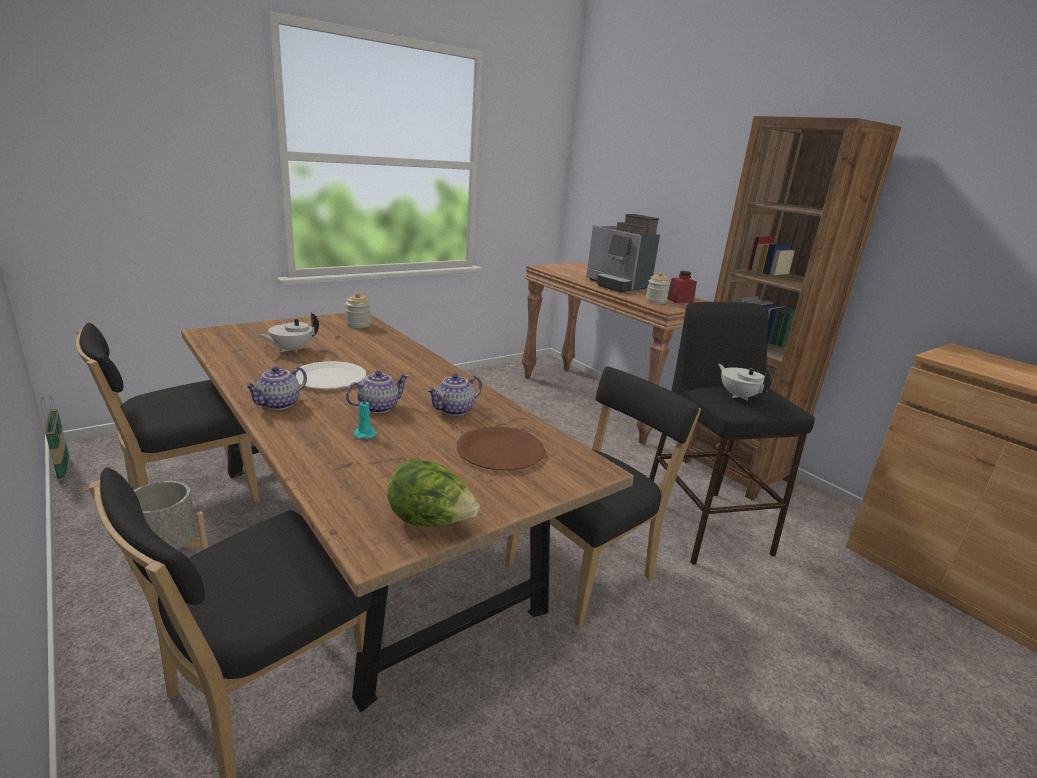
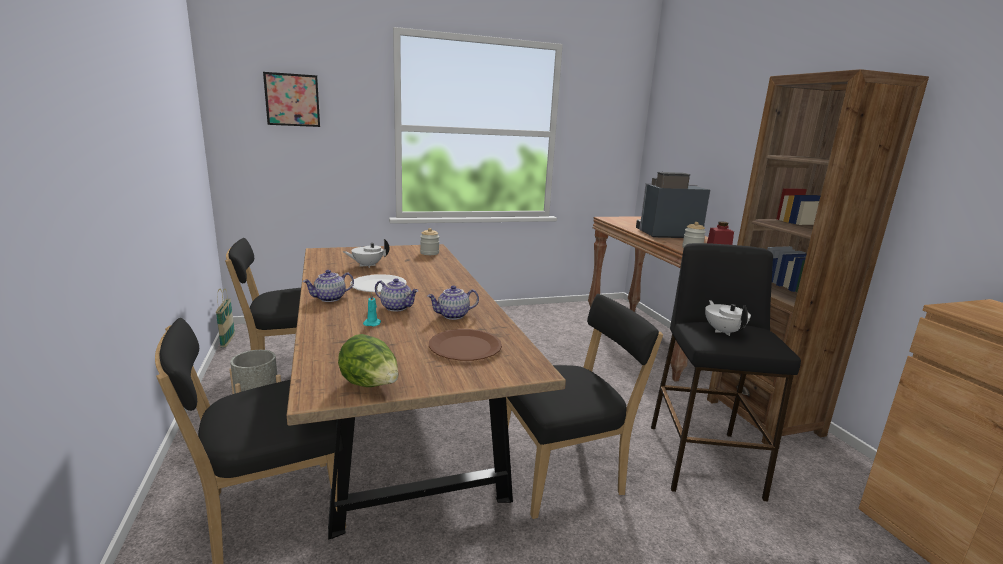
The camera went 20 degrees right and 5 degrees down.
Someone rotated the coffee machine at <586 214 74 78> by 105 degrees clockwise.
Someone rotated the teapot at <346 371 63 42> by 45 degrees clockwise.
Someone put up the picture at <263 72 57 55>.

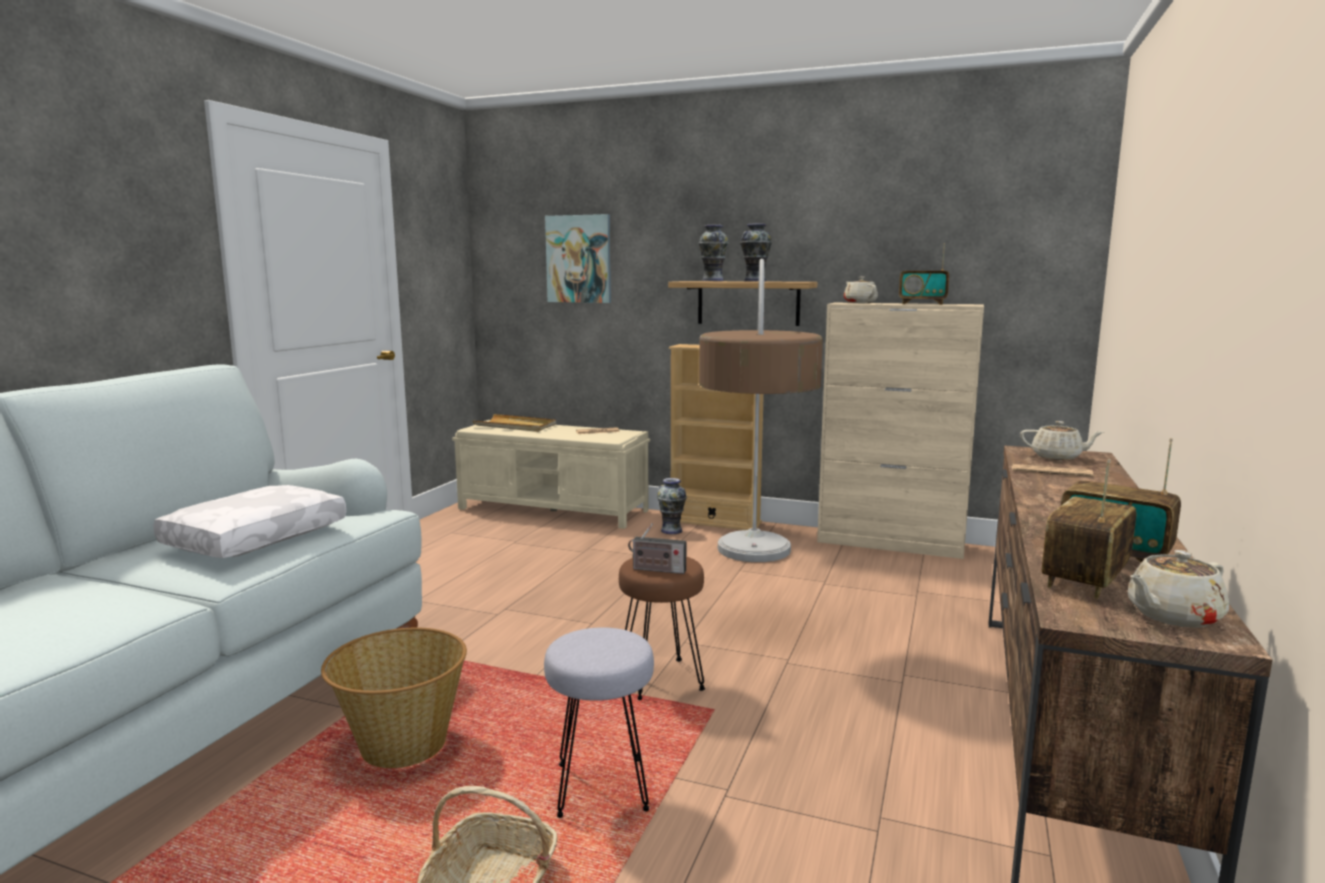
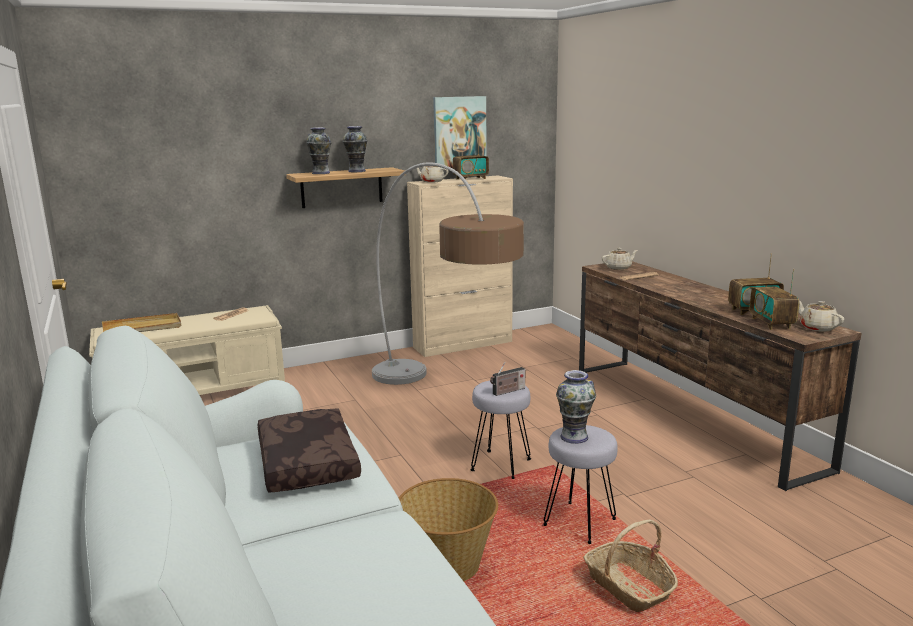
The camera went 45 degrees left and 5 degrees up.
Someone carried the picture from <545 214 66 89> to <433 96 54 73>.
Someone took away the beige bookcase at <669 344 95 186>.
Someone carried the vase from <657 478 30 56> to <556 370 40 74>.
Someone repainted the white pillow at <153 485 193 73>, which became the brown pillow at <258 409 103 84>.
Someone rotated the beige teapot at <1128 550 101 78> by 135 degrees clockwise.
Someone repainted the brown stool at <619 556 86 144>, which became the grey stool at <470 380 61 99>.

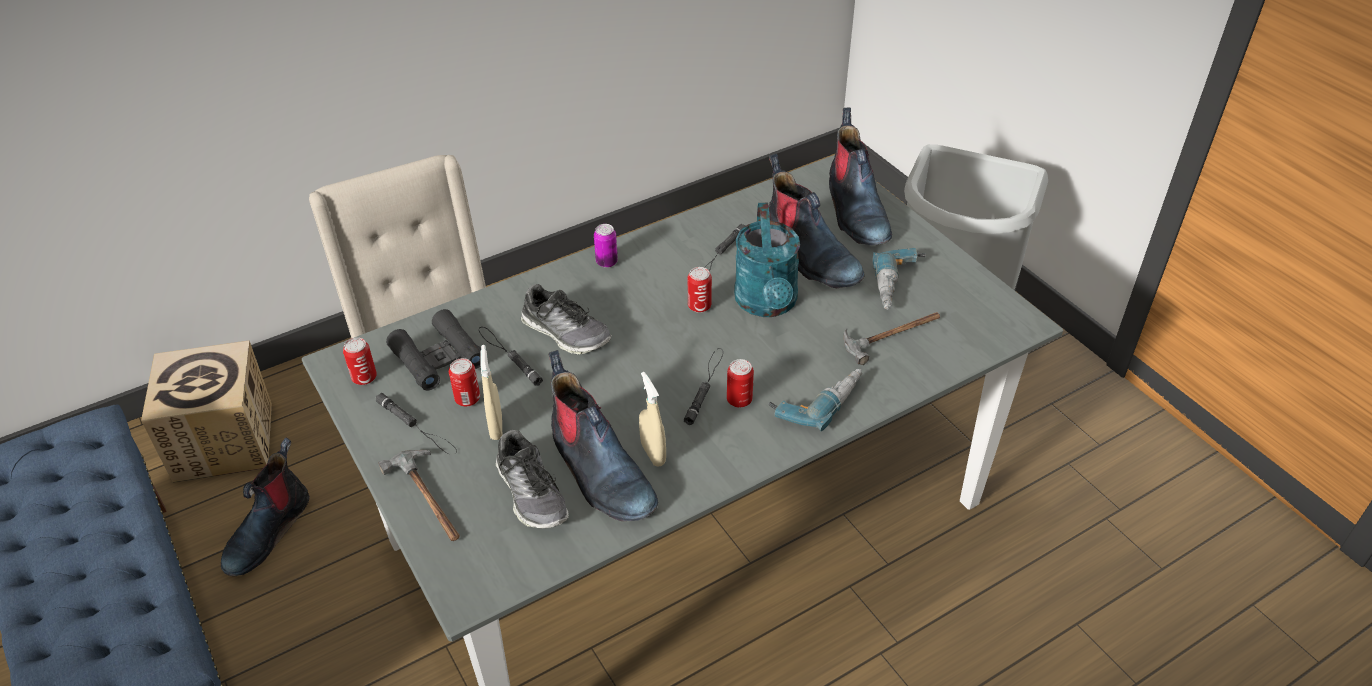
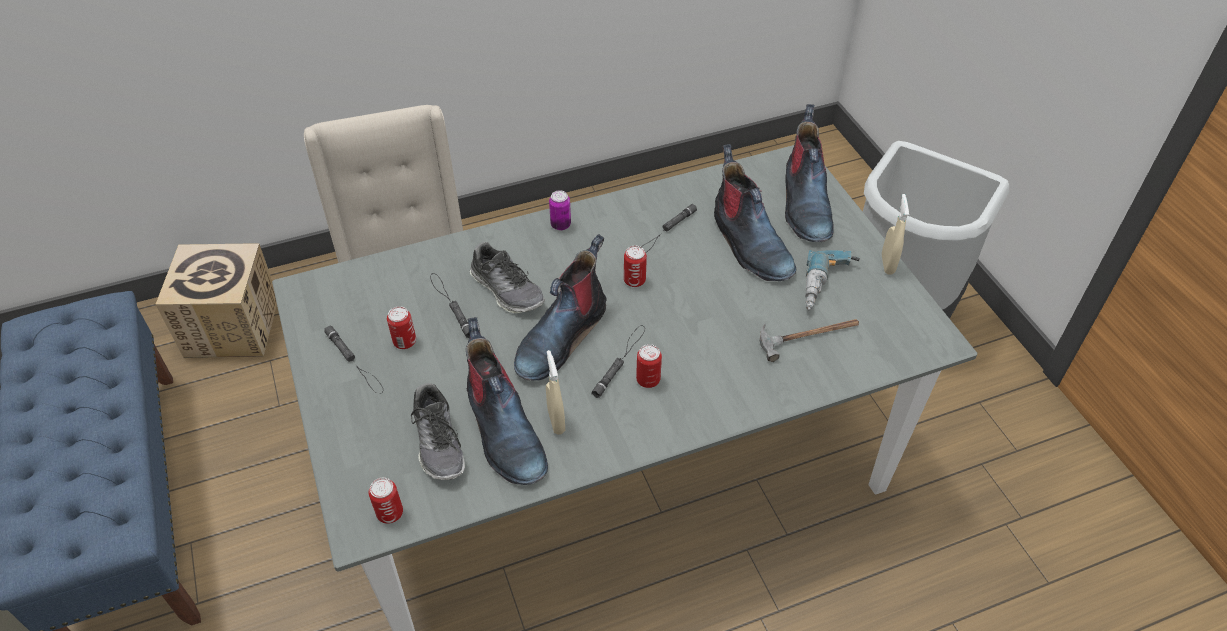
The camera went 10 degrees right and 5 degrees up.
Someone took away the turquoise watering can at <734 203 66 114>.
Someone took away the black binoculars at <386 309 95 81>.
Someone carried the can from <343 337 34 48> to <369 478 34 46>.
Someone carried the beige spray bottle from <480 345 22 95> to <882 194 27 81>.
Someone took away the power drill at <768 369 94 62>.
Someone carried the boot from <221 437 89 139> to <514 234 93 147>.
Someone took away the hammer at <378 450 82 91>.

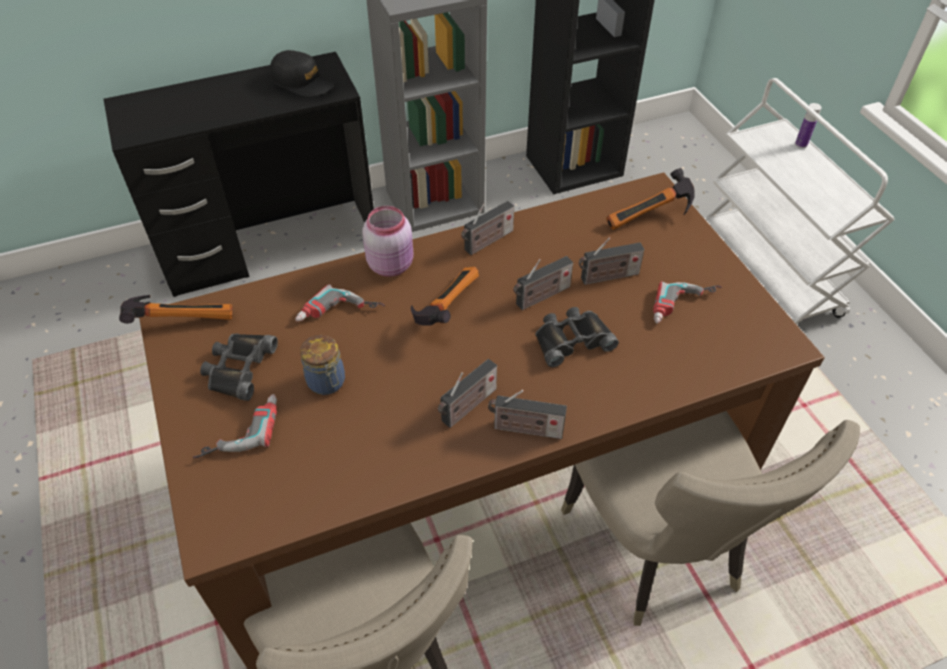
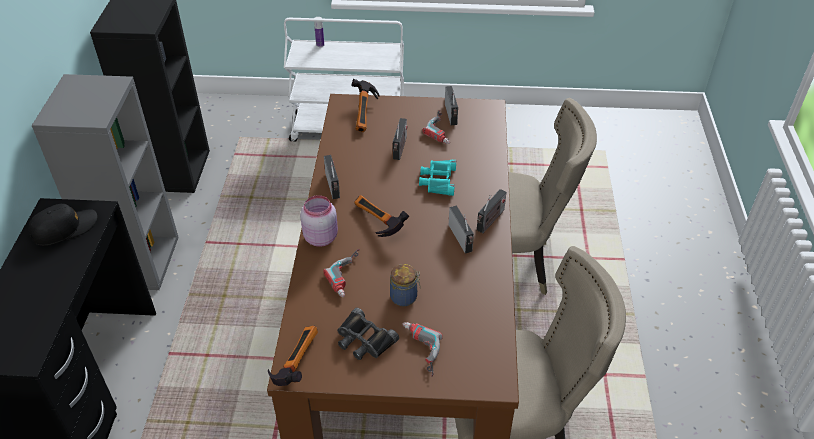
The camera went 65 degrees left and 5 degrees down.
Someone carried the radio from <513 256 60 54> to <445 86 13 39>.
Someone repainted the black binoculars at <535 307 84 60>, which became the turquoise binoculars at <419 160 37 36>.

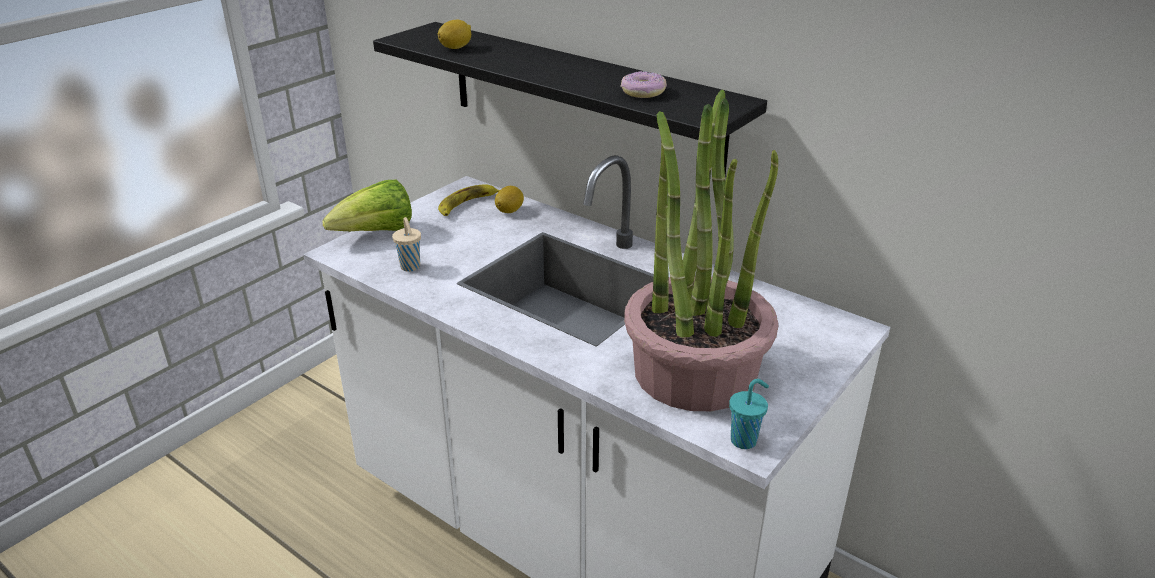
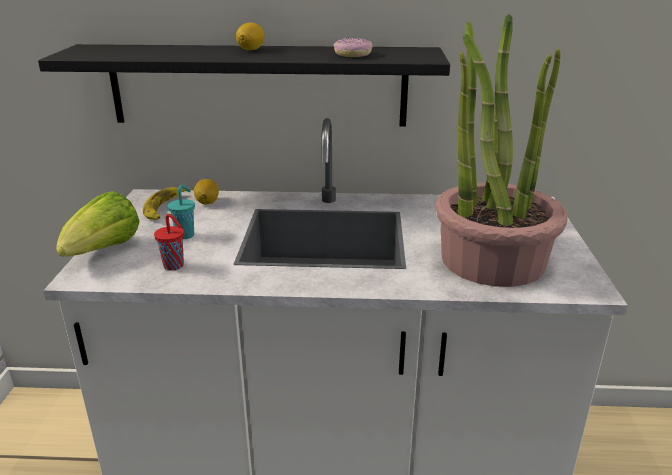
The camera went 35 degrees left and 5 degrees down.
Someone carried the lemon from <438 20 33 29> to <236 23 29 28>.
Someone repainted the beige cup at <392 217 29 55>, which became the red cup at <154 214 30 57>.
Someone carried the turquoise cup from <729 379 40 70> to <168 185 27 54>.

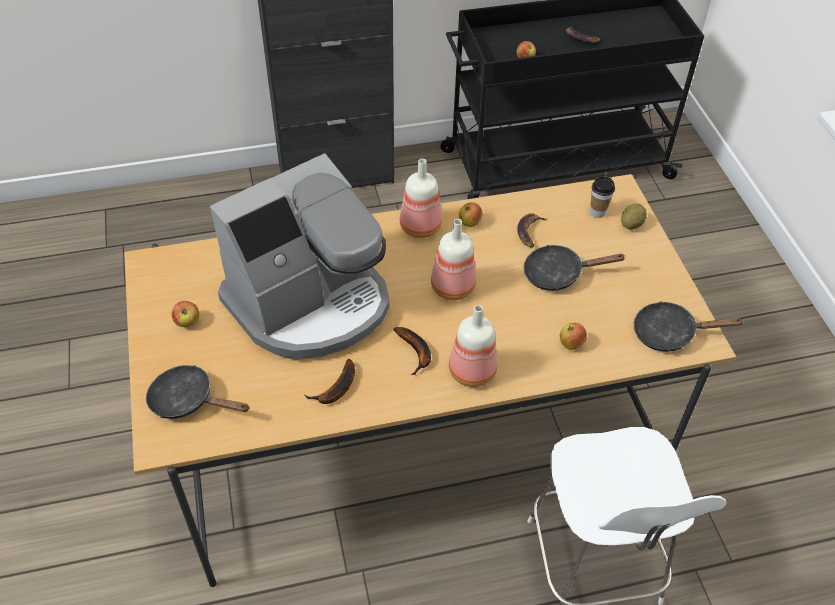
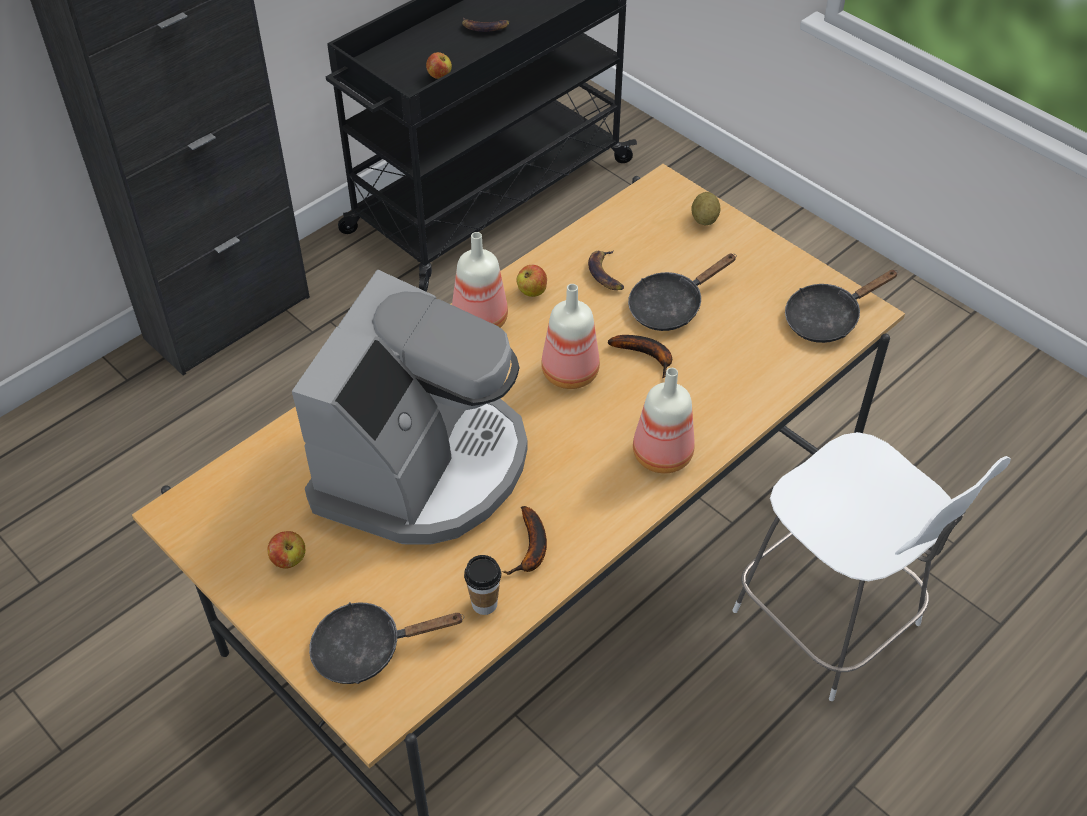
The camera went 30 degrees left and 0 degrees up.
Someone carried the cup from <590 176 25 42> to <464 555 37 60>.
Someone took away the apple at <560 323 27 27>.
Someone carried the banana from <393 327 38 48> to <608 335 64 43>.

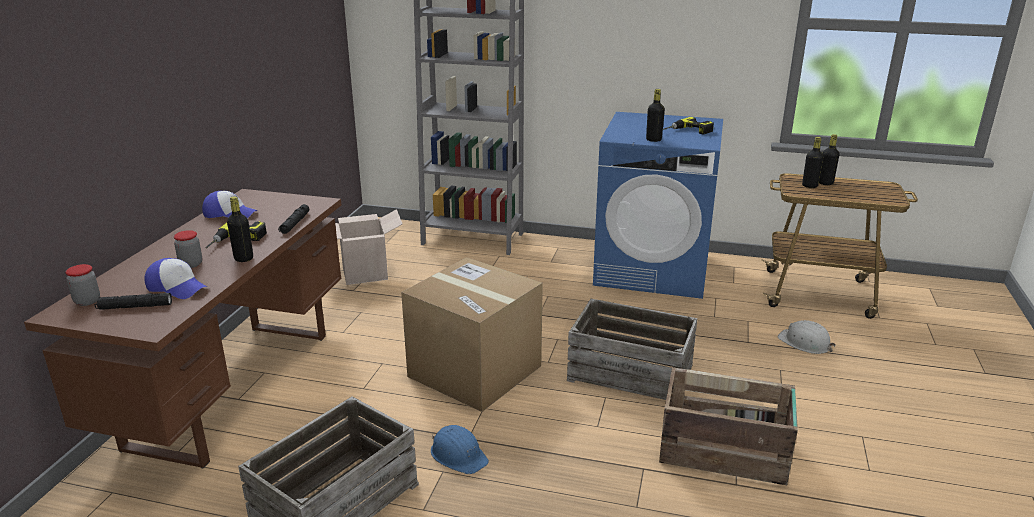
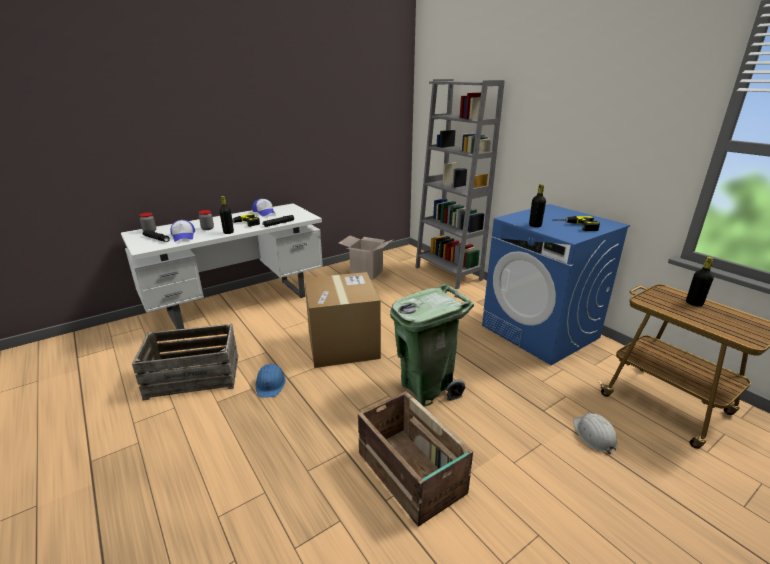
The camera went 40 degrees right and 0 degrees up.
Someone took away the black bottle at <802 137 22 51>.
Someone repainted the brown desk at <24 189 317 280>, which became the white desk at <121 203 202 126>.
Someone swapped the crate at <567 299 131 101> for the green trash can at <390 284 84 123>.

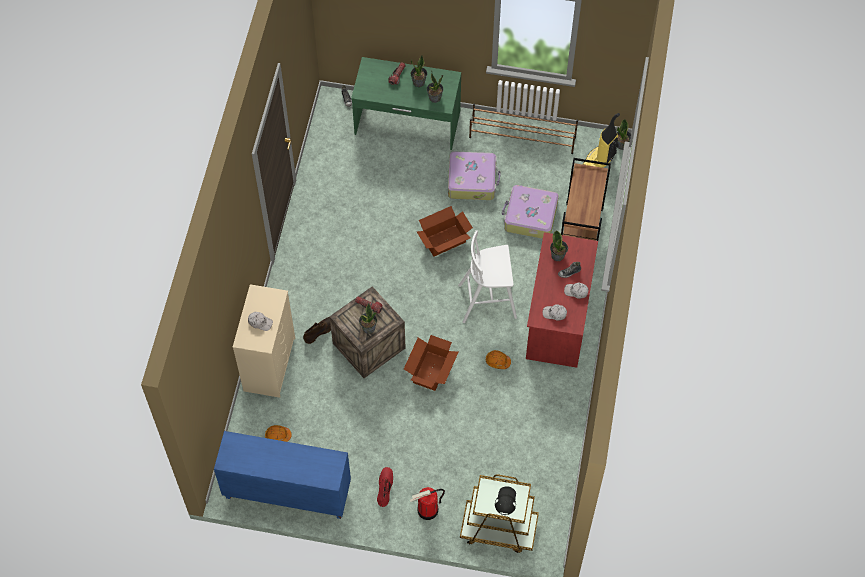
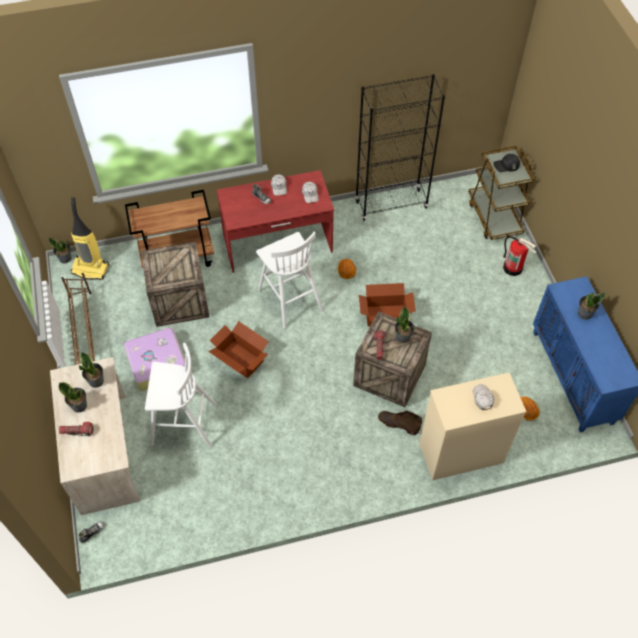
The camera went 115 degrees left and 5 degrees down.
Someone repainted the green desk at <351 57 110 93>, which became the beige desk at <50 357 91 158>.
Someone swapped the suitcase at <502 185 57 54> for the crate at <141 242 69 85>.
Someone carried the potted plant from <550 230 18 31> to <578 292 28 28>.
Someone took away the red boot at <377 467 16 40>.
Someone put down the black bookcase at <355 74 90 147>.
Someone put down the white stool at <145 343 72 104>.

